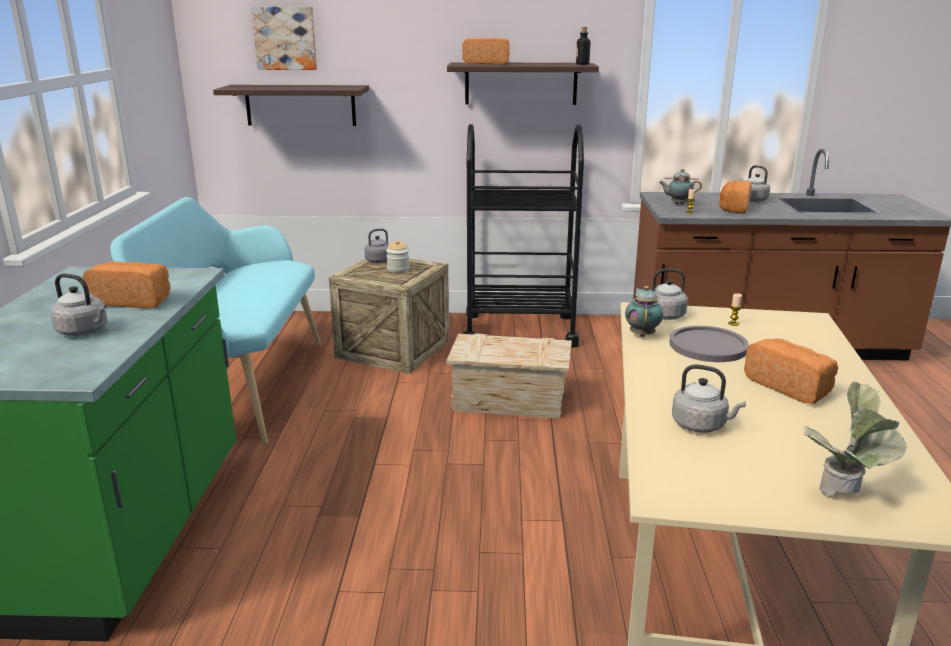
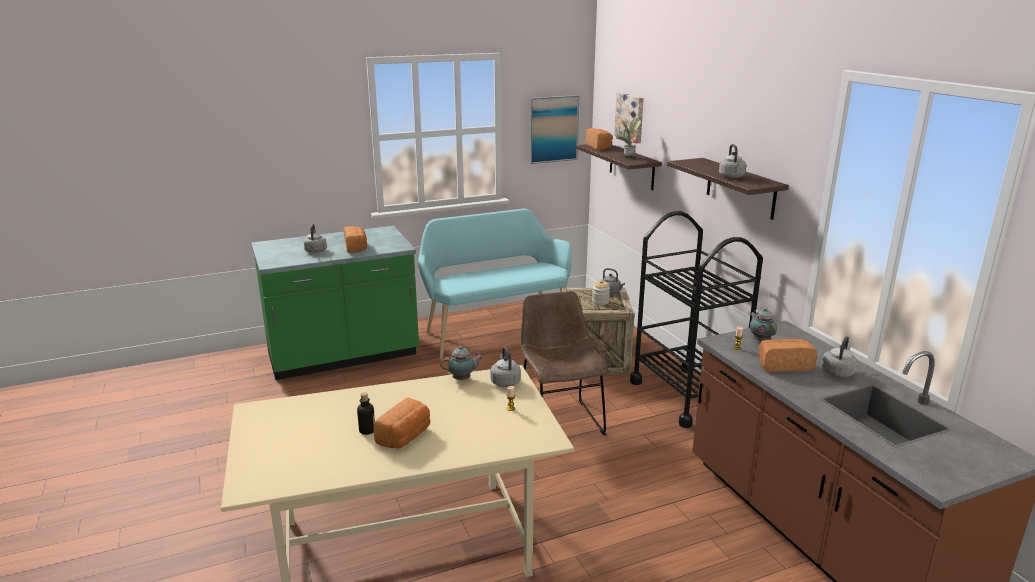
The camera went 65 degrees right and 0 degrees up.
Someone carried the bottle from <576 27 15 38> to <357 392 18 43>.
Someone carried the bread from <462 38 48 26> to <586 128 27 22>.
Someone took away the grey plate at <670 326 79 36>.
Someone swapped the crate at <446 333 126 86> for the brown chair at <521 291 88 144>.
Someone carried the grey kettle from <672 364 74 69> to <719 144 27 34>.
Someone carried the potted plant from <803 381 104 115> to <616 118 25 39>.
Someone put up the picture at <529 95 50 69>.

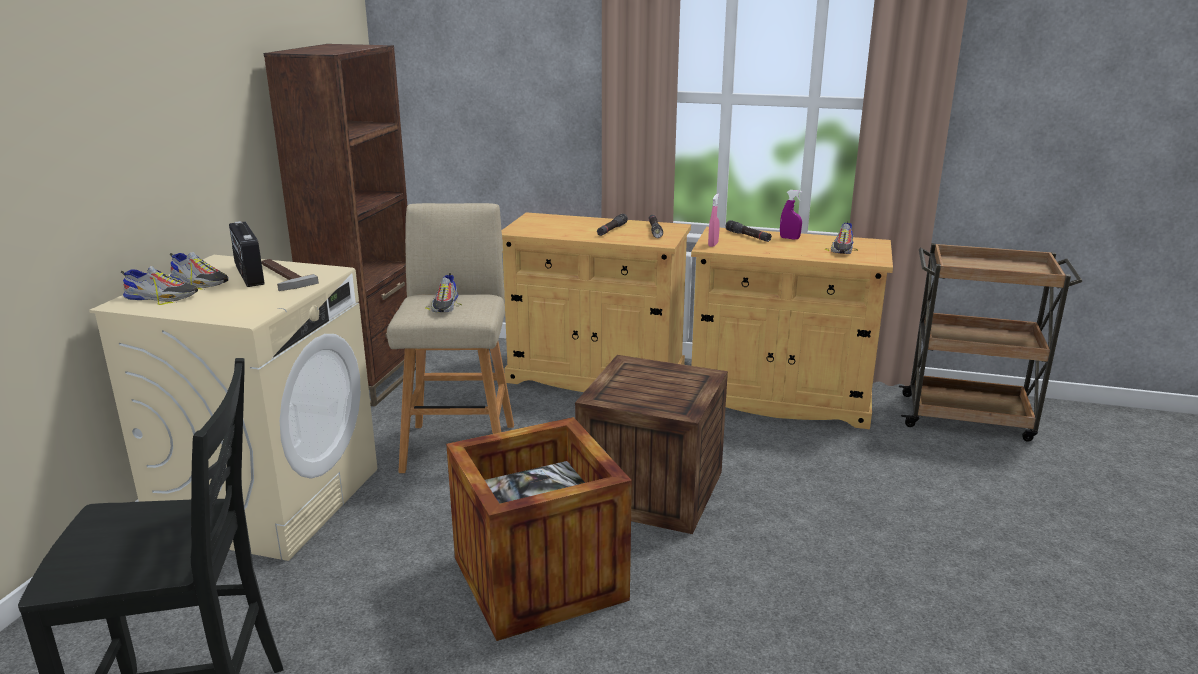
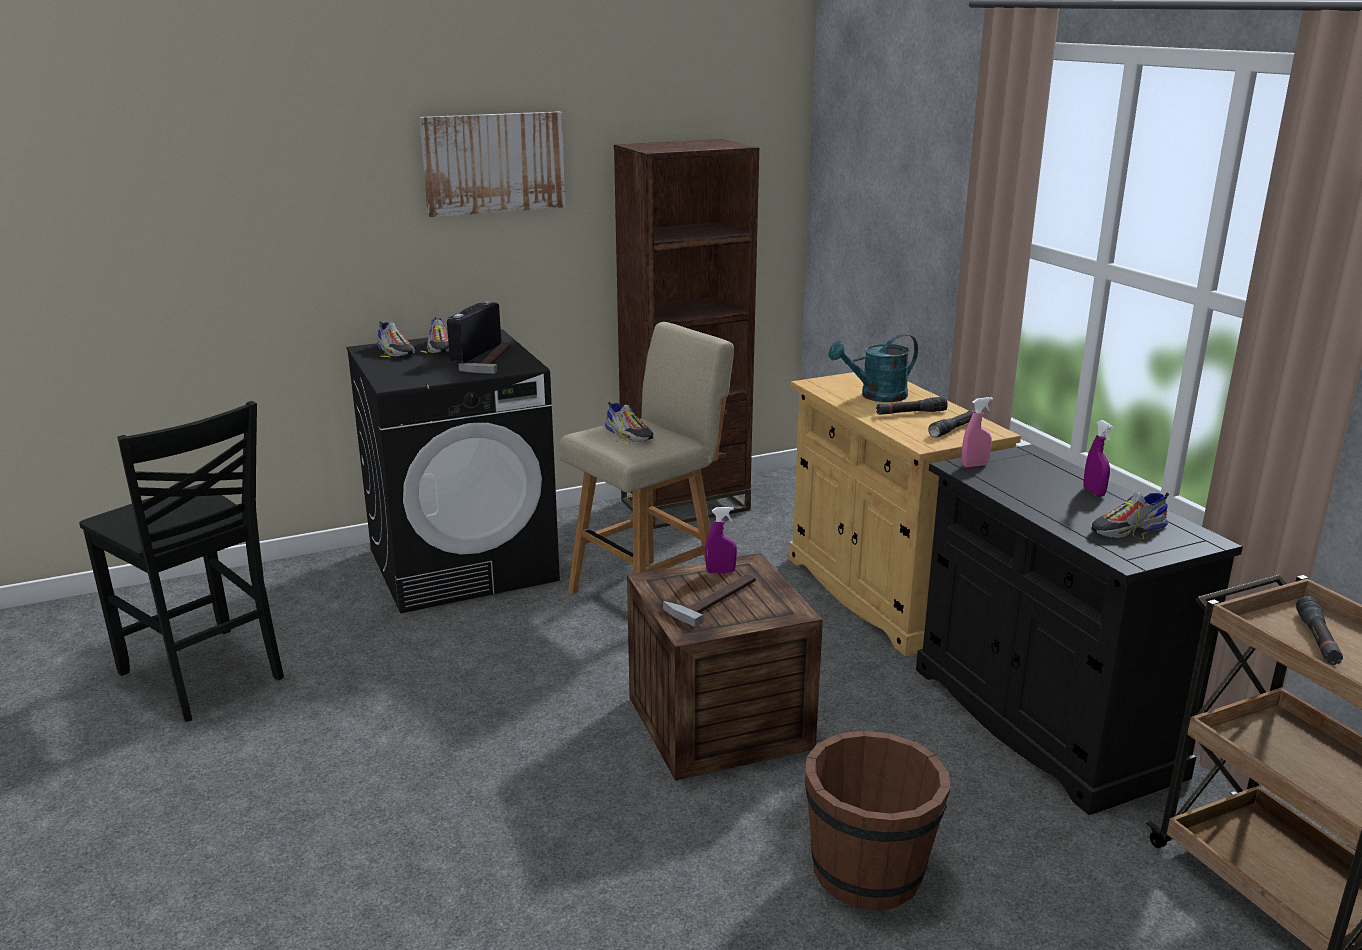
The camera went 50 degrees right and 0 degrees up.
Someone carried the black flashlight from <725 220 47 22> to <1296 596 47 69>.
Someone repainted the beige cabinet at <691 227 202 202>, which became the black cabinet at <916 444 327 371>.
Someone repainted the beige washing machine at <89 255 288 306>, which became the black washing machine at <347 329 213 284>.
Someone rotated the shoe at <425 273 37 39> by 90 degrees counterclockwise.
Someone took away the crate at <446 417 186 224>.
Someone put up the picture at <419 111 147 106>.
Someone put down the turquoise watering can at <828 334 90 68>.
Someone put down the purple spray bottle at <705 507 32 66>.
Someone put down the hammer at <663 574 93 53>.
Someone put down the brown bucket at <805 731 145 180>.

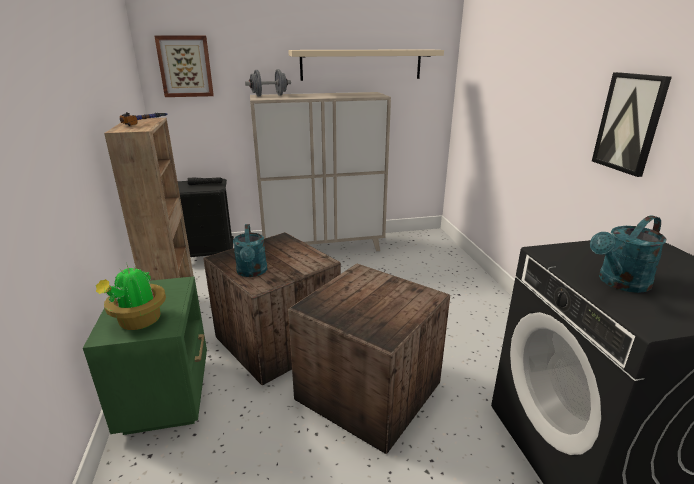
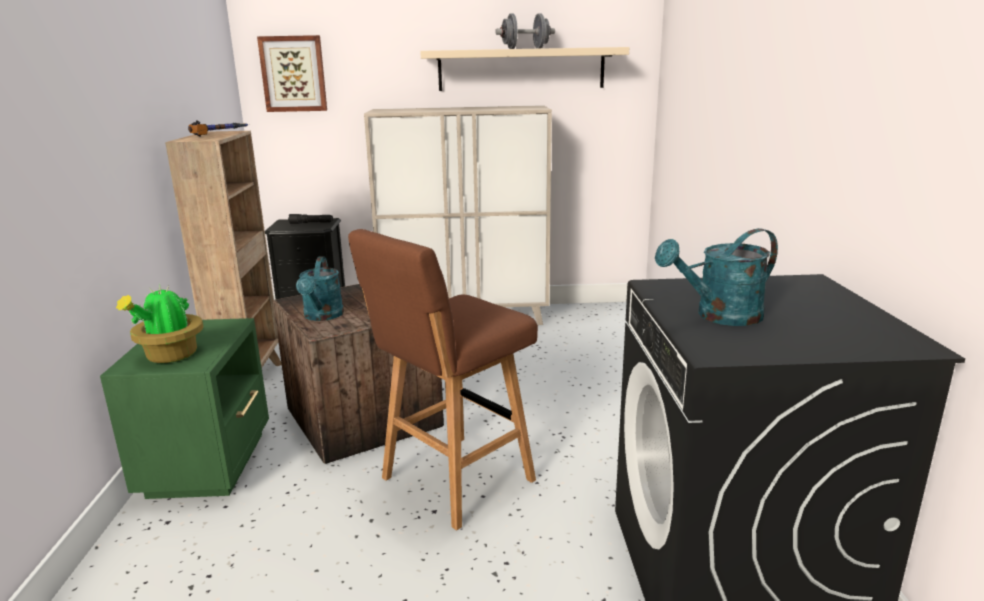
The camera went 10 degrees right and 5 degrees down.
Someone carried the grey dumbbell from <245 69 46 27> to <495 13 60 36>.
Someone took away the picture at <592 72 80 105>.
Someone swapped the crate at <288 264 162 190> for the brown stool at <348 229 190 301>.

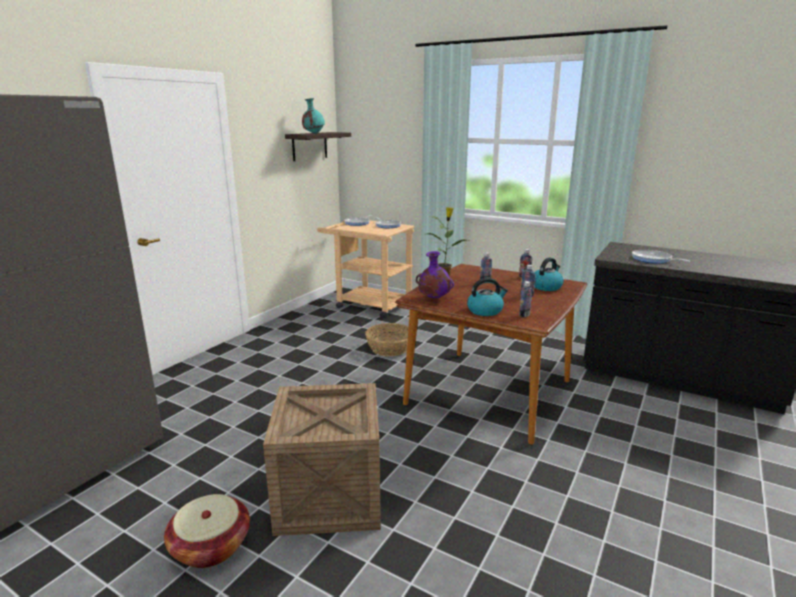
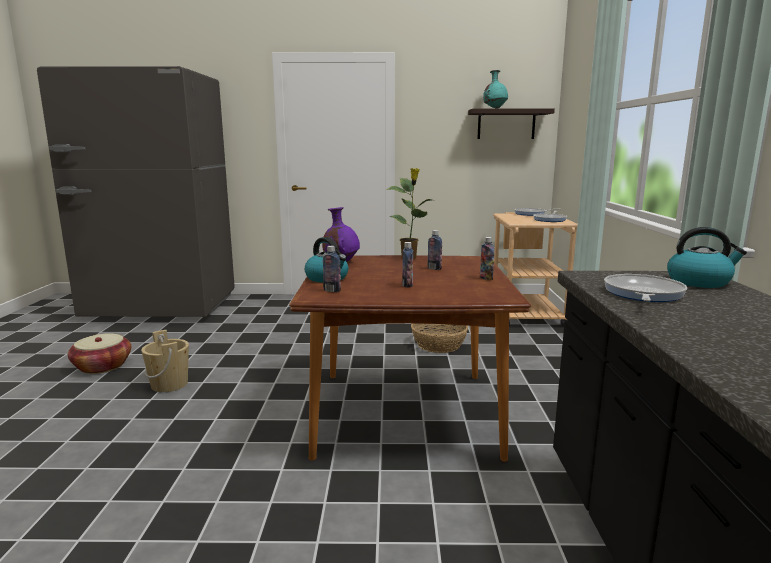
The camera went 60 degrees right and 5 degrees down.
Someone carried the kettle from <534 257 30 34> to <667 227 80 61>.
Someone swapped the crate at <263 383 118 153> for the beige bucket at <141 330 48 62>.

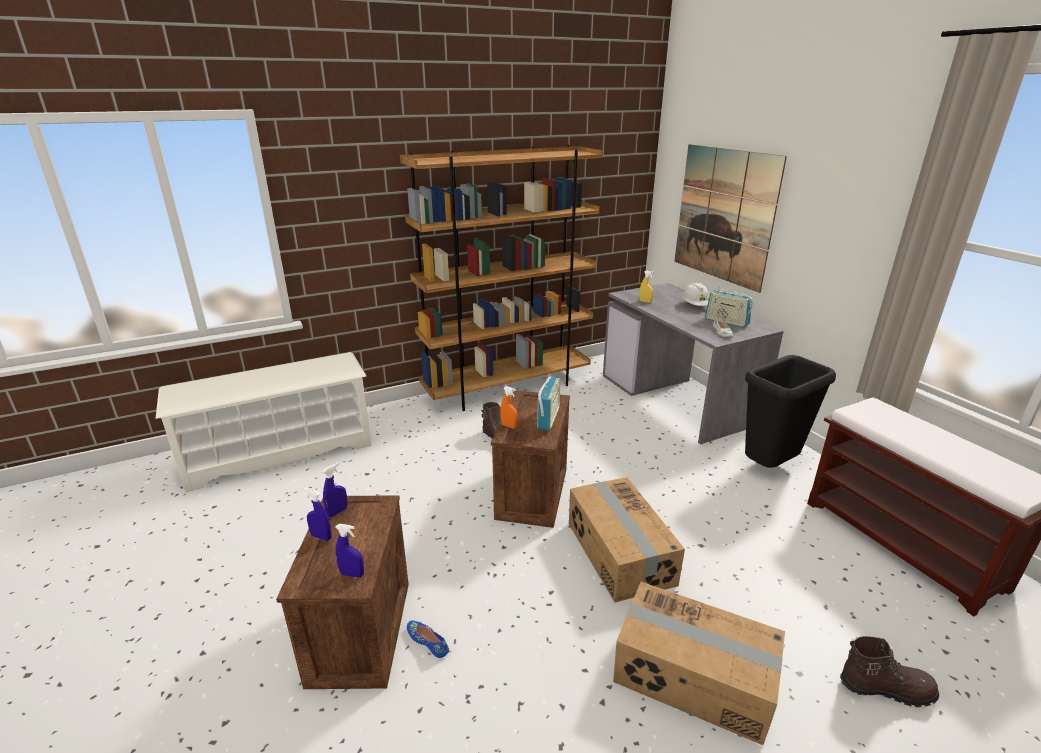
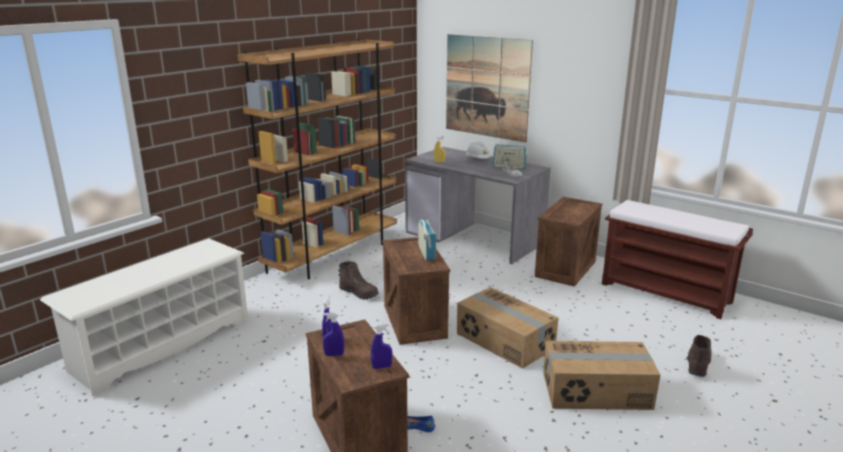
The camera went 25 degrees left and 5 degrees down.
Someone swapped the black trash can at <745 355 91 113> for the crate at <535 197 67 90>.
Someone took away the orange spray bottle at <500 386 18 42>.
Someone rotated the brown boot at <840 636 99 71> by 45 degrees counterclockwise.

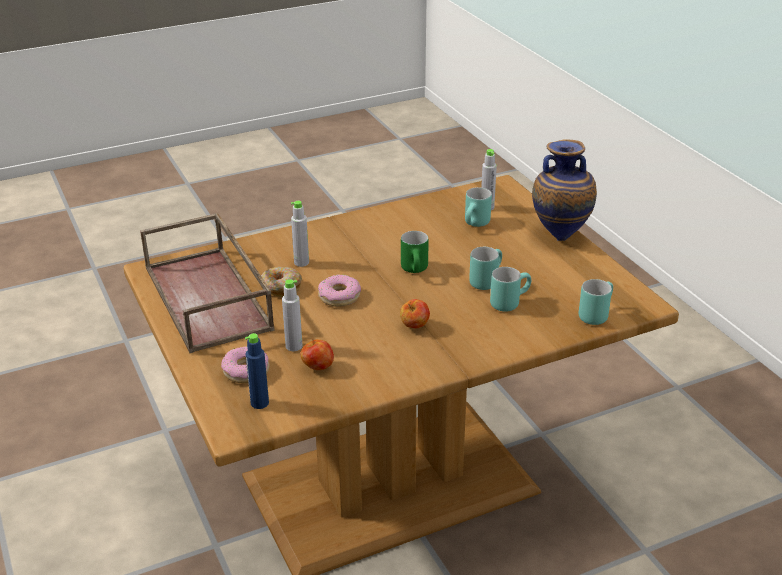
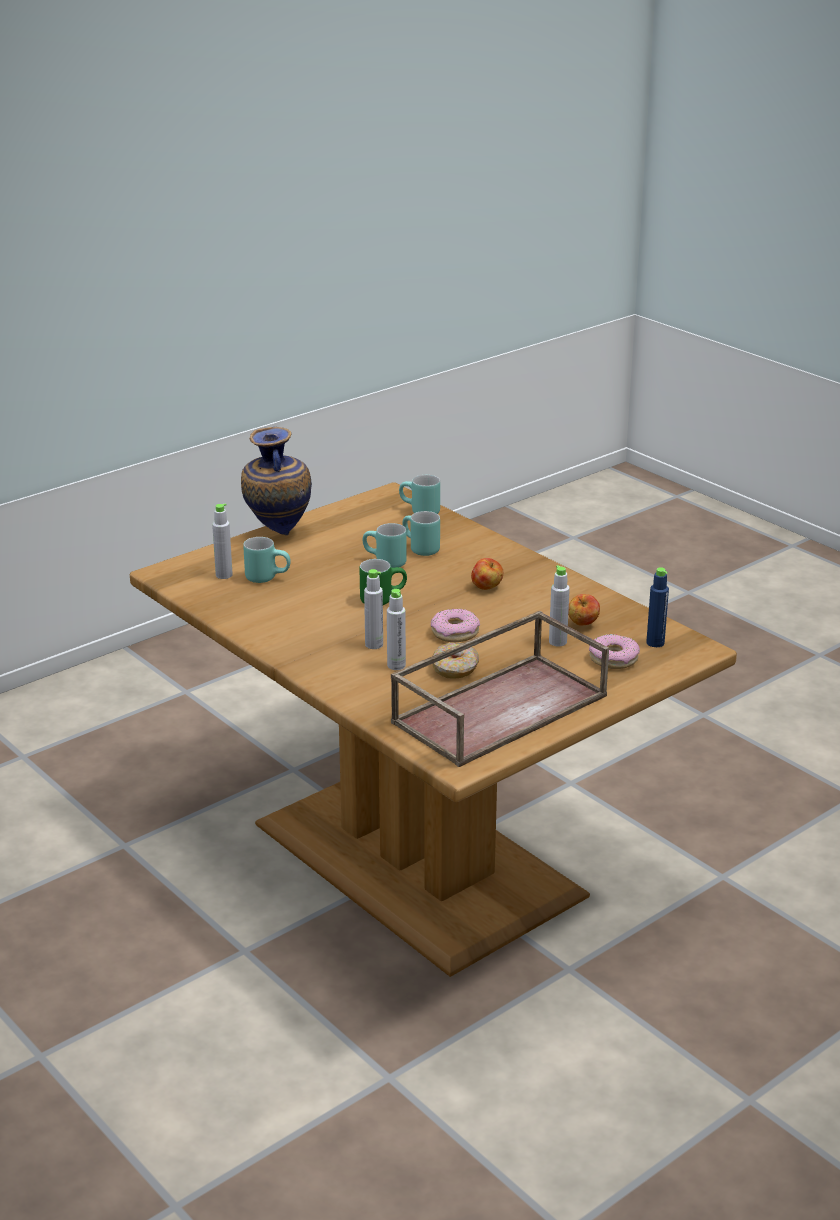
The camera went 105 degrees left and 5 degrees down.
Someone put down the grey bottle at <364 569 19 80>.

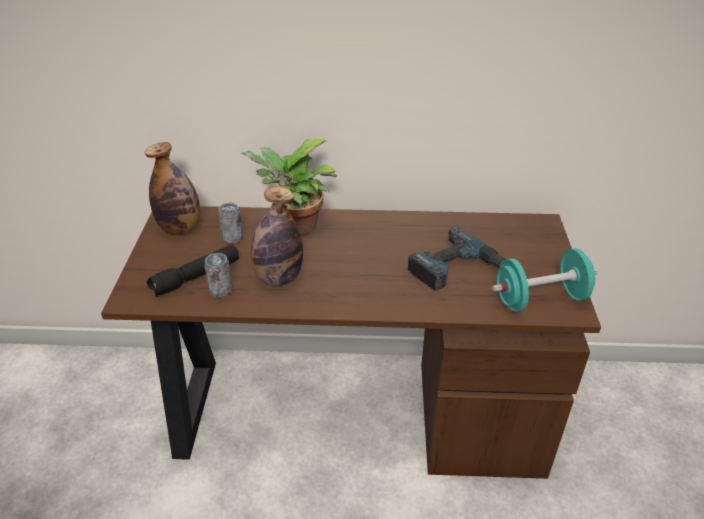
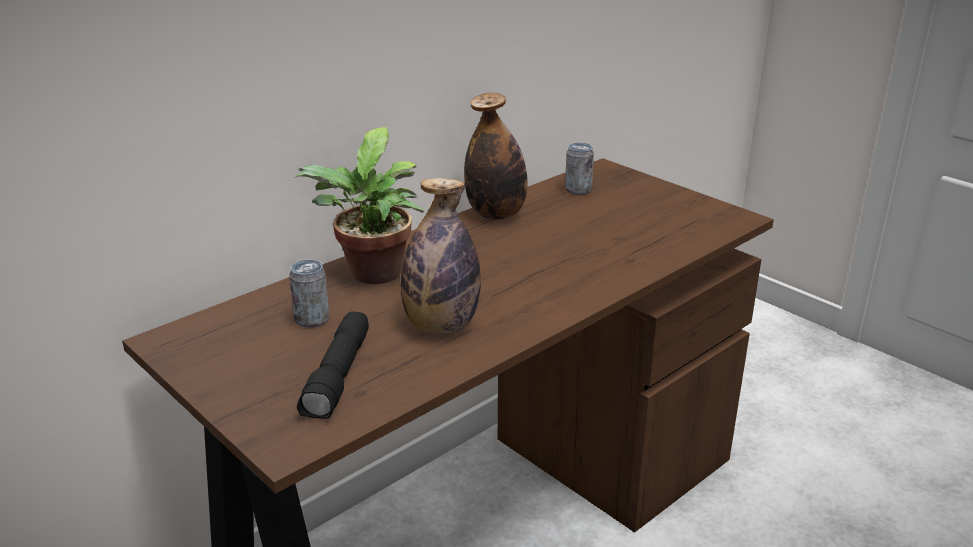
The camera went 45 degrees left and 10 degrees down.
Someone carried the bottle from <145 142 55 93> to <464 93 64 127>.
Someone took away the power drill at <408 227 97 64>.
Someone took away the turquoise dumbbell at <492 248 105 64>.
Someone carried the can from <204 253 29 45> to <565 142 29 53>.

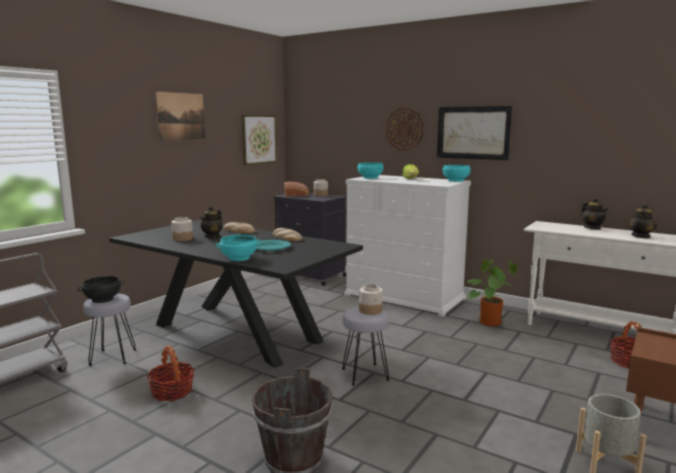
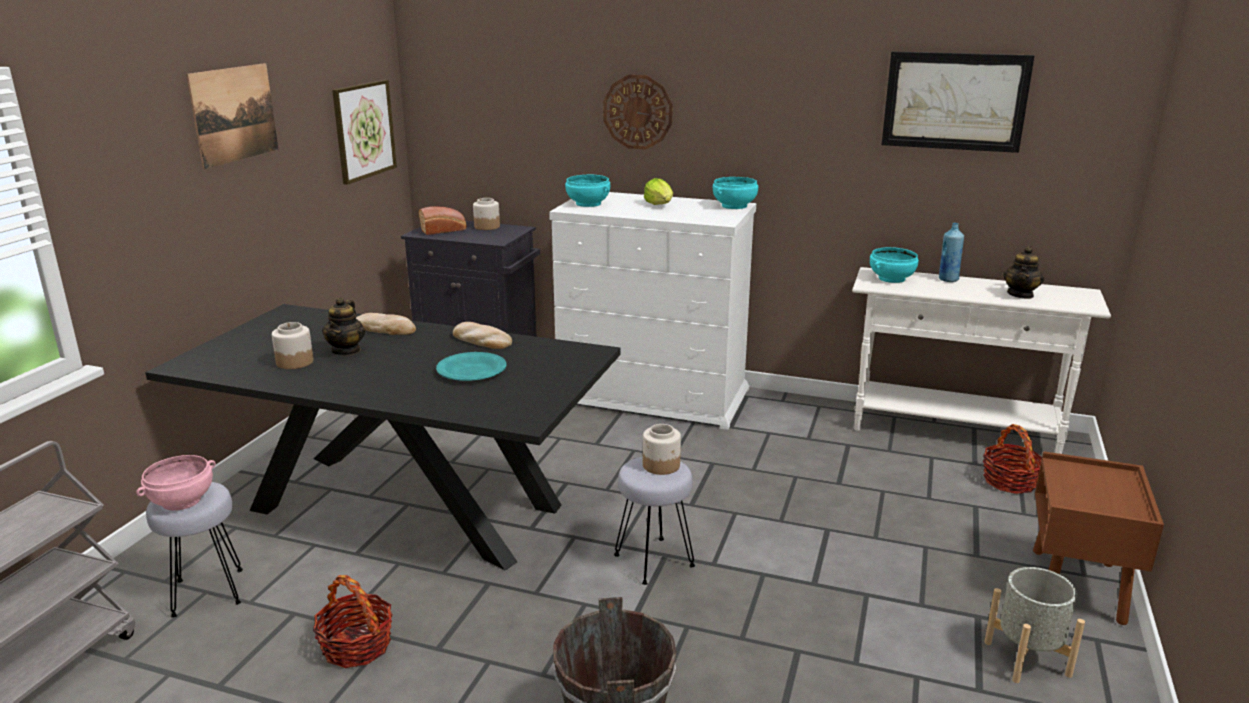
The camera went 15 degrees left and 10 degrees up.
Someone carried the picture from <437 106 75 54> to <882 51 152 102>.
Someone swapped the teapot at <581 197 27 32> for the blue bottle at <939 223 25 59>.
Someone carried the turquoise bowl from <216 235 45 26> to <870 247 49 36>.
Someone took away the potted plant at <467 259 51 68>.
Someone repainted the black bowl at <77 276 48 27>, which became the pink bowl at <136 455 80 56>.

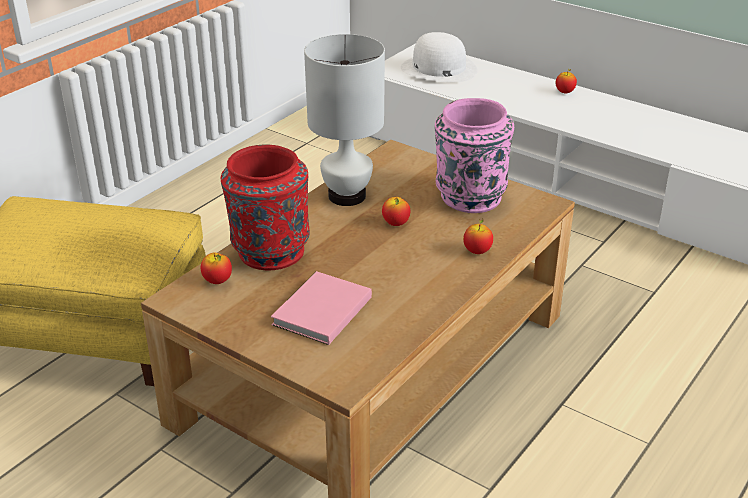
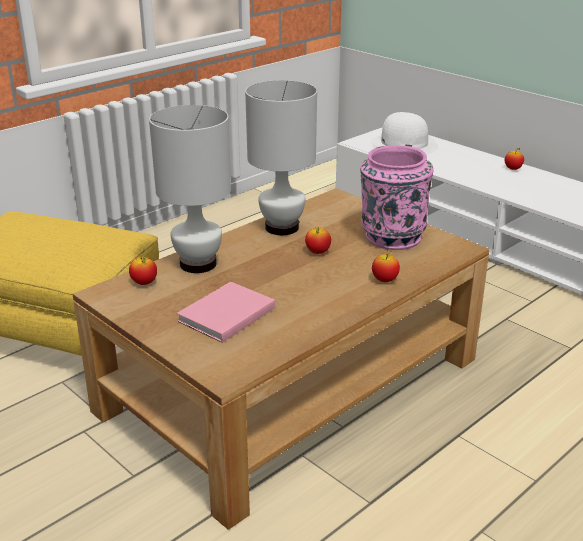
The camera went 10 degrees right and 5 degrees down.
Someone swapped the red vase at <221 144 89 127> for the white table lamp at <149 105 82 168>.

